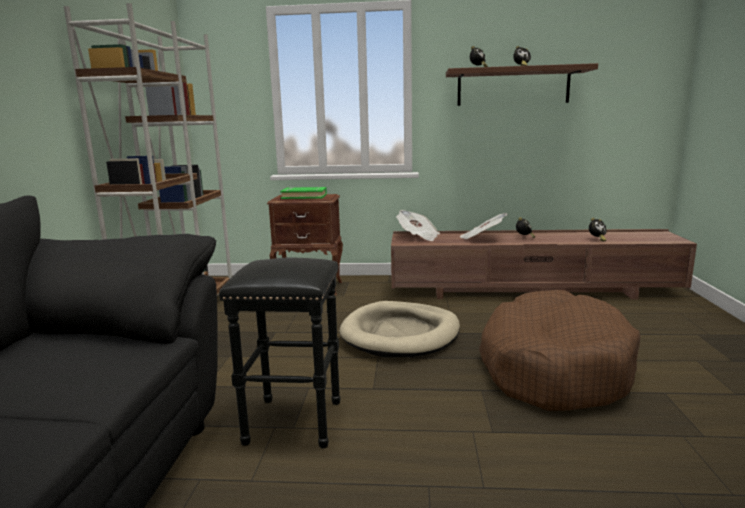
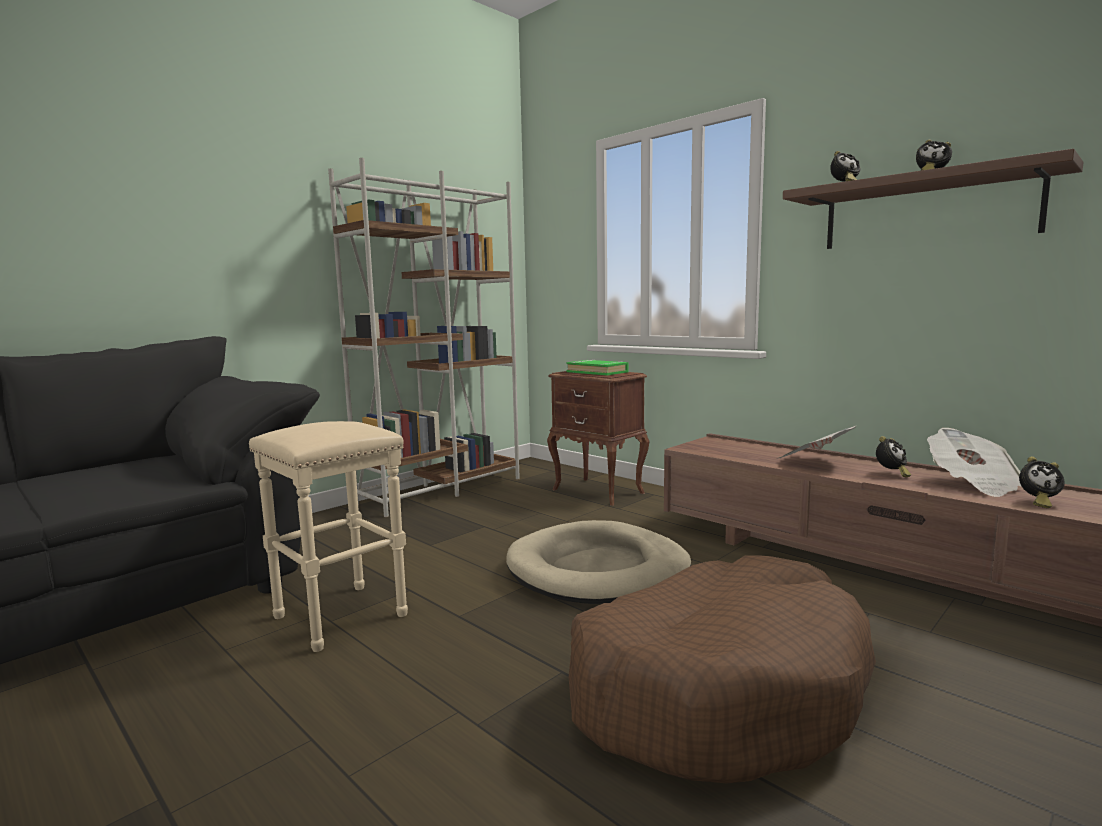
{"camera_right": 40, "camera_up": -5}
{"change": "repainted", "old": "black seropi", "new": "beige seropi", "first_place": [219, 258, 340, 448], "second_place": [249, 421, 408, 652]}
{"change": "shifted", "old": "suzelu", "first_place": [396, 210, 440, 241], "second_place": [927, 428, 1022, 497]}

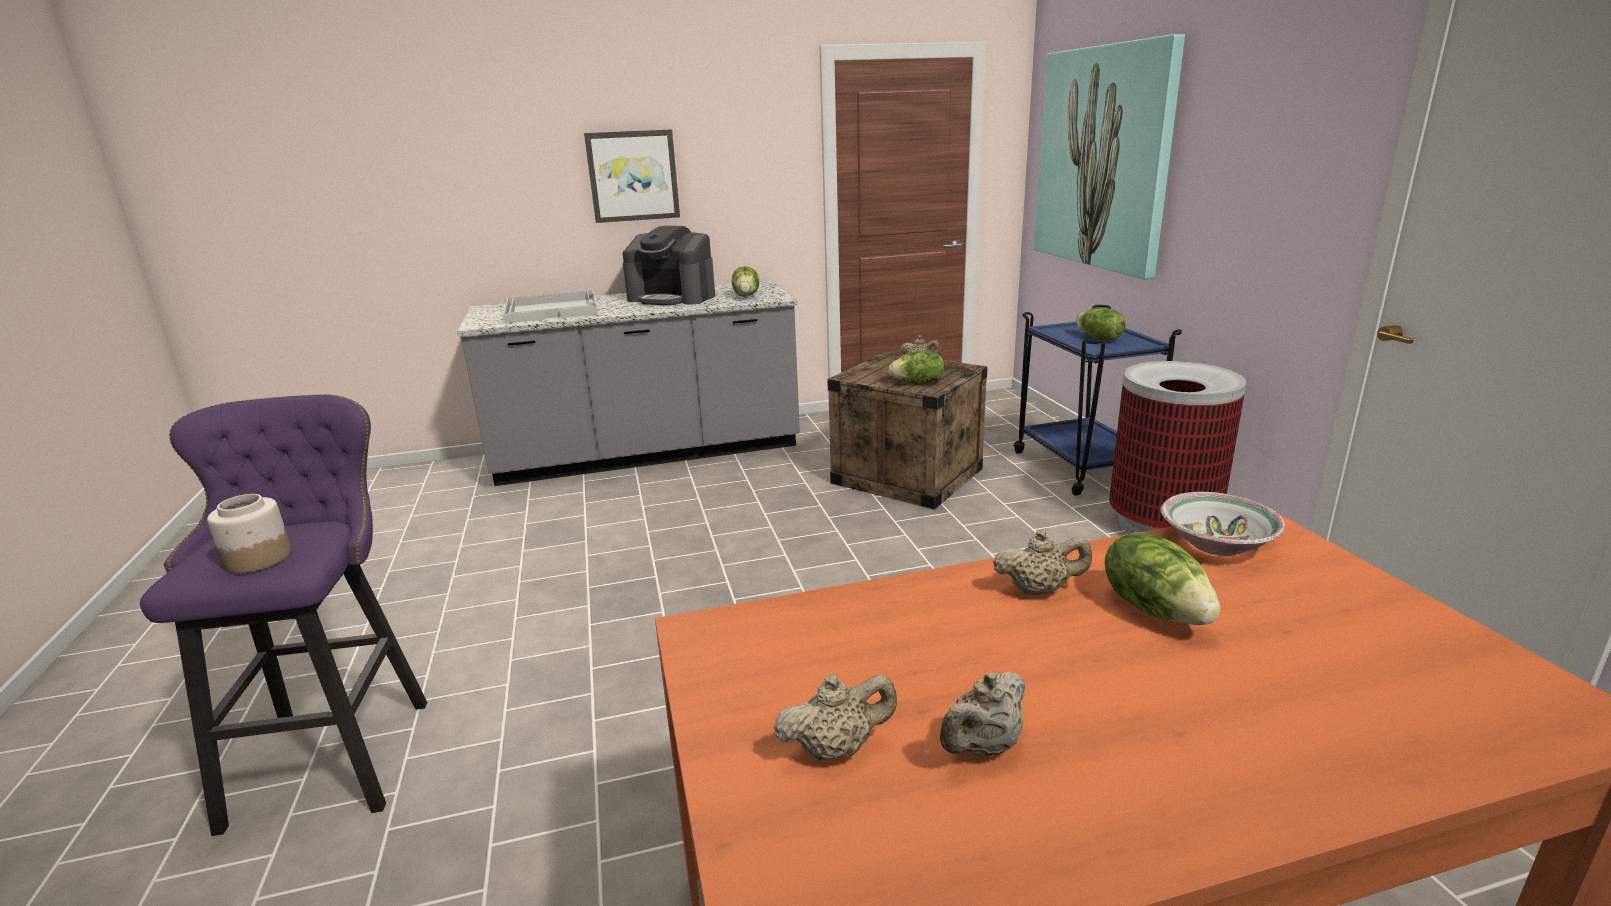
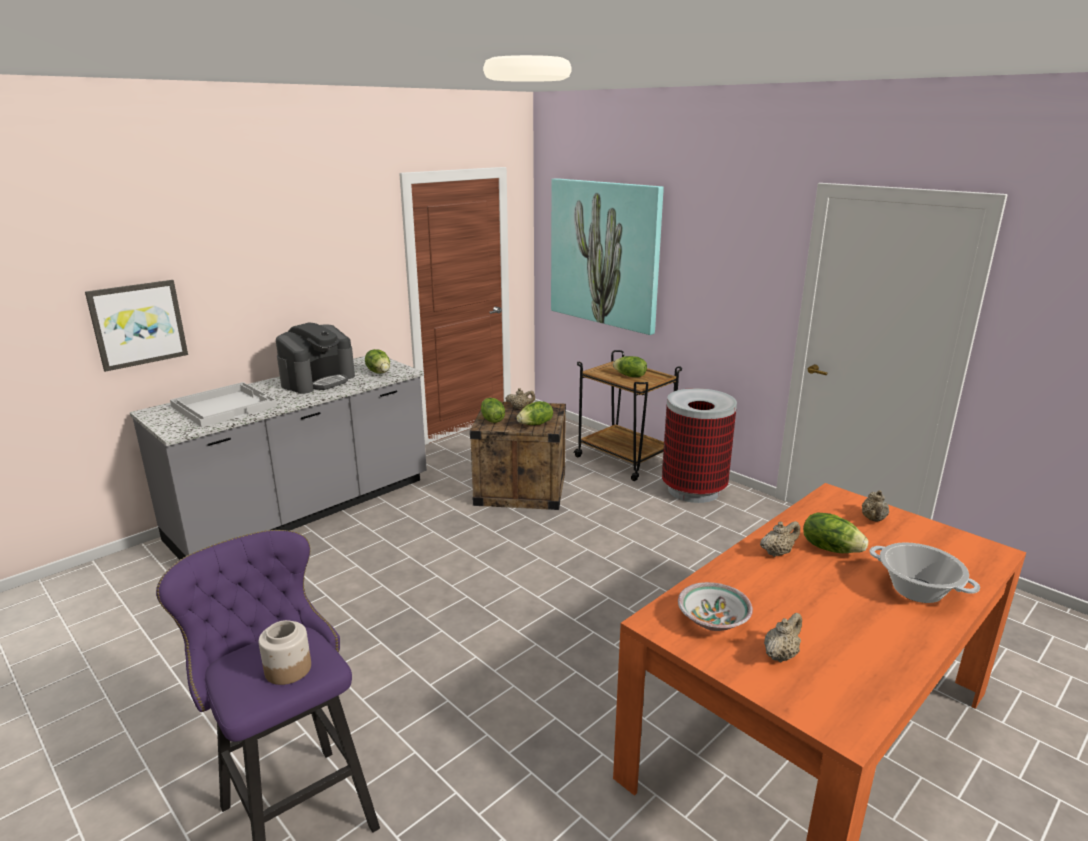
{"camera_right": -30, "camera_up": 0}
{"change": "shifted", "old": "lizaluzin", "first_place": [584, 129, 680, 223], "second_place": [85, 280, 188, 372]}
{"change": "rotated", "old": "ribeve", "first_place": [623, 226, 715, 305], "second_place": [276, 322, 355, 394], "degrees": -45}
{"change": "new", "new": "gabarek", "second_place": [481, 398, 505, 423]}
{"change": "repainted", "old": "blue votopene", "new": "brown votopene", "first_place": [1013, 305, 1182, 495], "second_place": [573, 350, 682, 481]}
{"change": "shifted", "old": "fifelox", "first_place": [1160, 492, 1285, 556], "second_place": [678, 582, 753, 631]}
{"change": "shifted", "old": "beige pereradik", "first_place": [940, 672, 1025, 756], "second_place": [862, 490, 889, 522]}
{"change": "new", "new": "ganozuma", "second_place": [870, 542, 980, 603]}

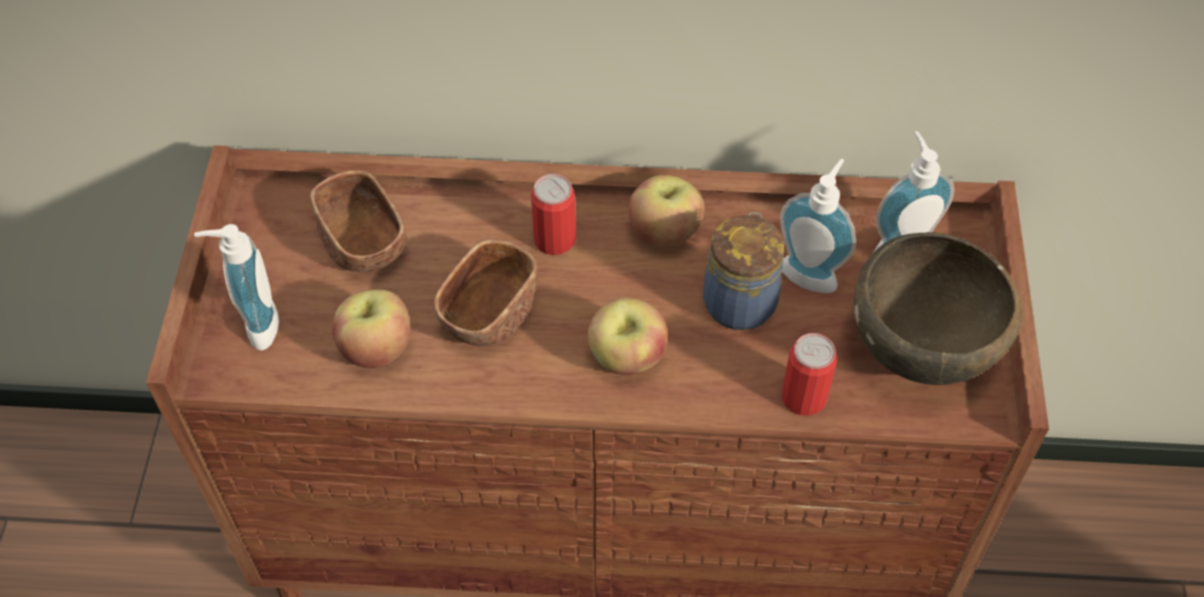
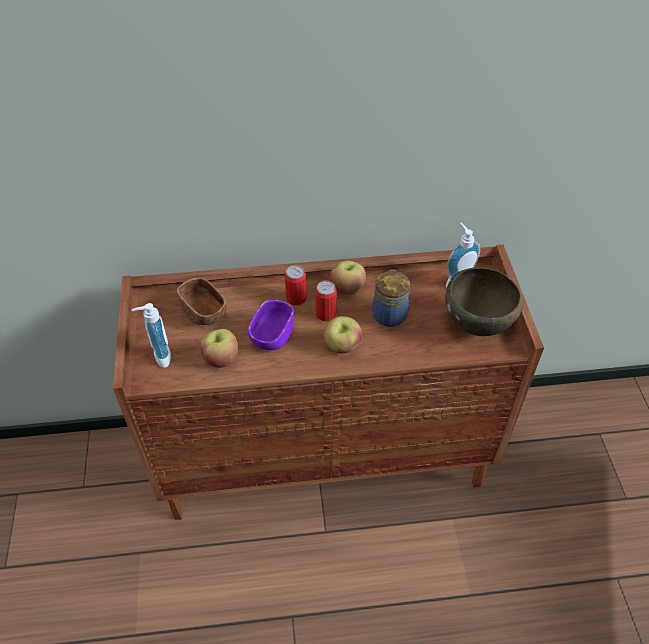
{"camera_right": -10, "camera_up": -5}
{"change": "repainted", "old": "brown fifelox", "new": "purple fifelox", "first_place": [434, 240, 537, 346], "second_place": [248, 300, 294, 350]}
{"change": "shifted", "old": "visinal", "first_place": [782, 333, 837, 416], "second_place": [315, 281, 337, 321]}
{"change": "gone", "old": "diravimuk", "first_place": [780, 159, 856, 293]}

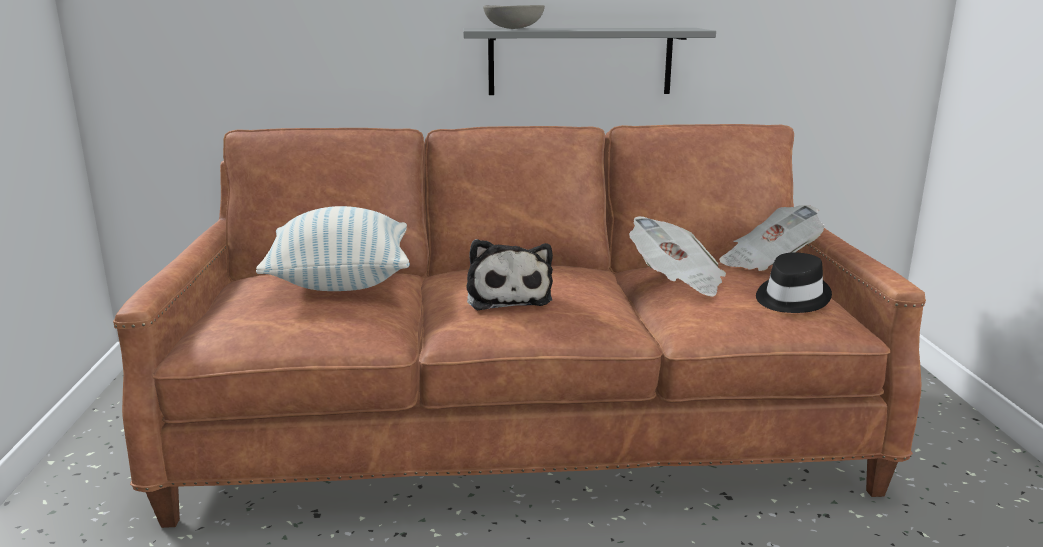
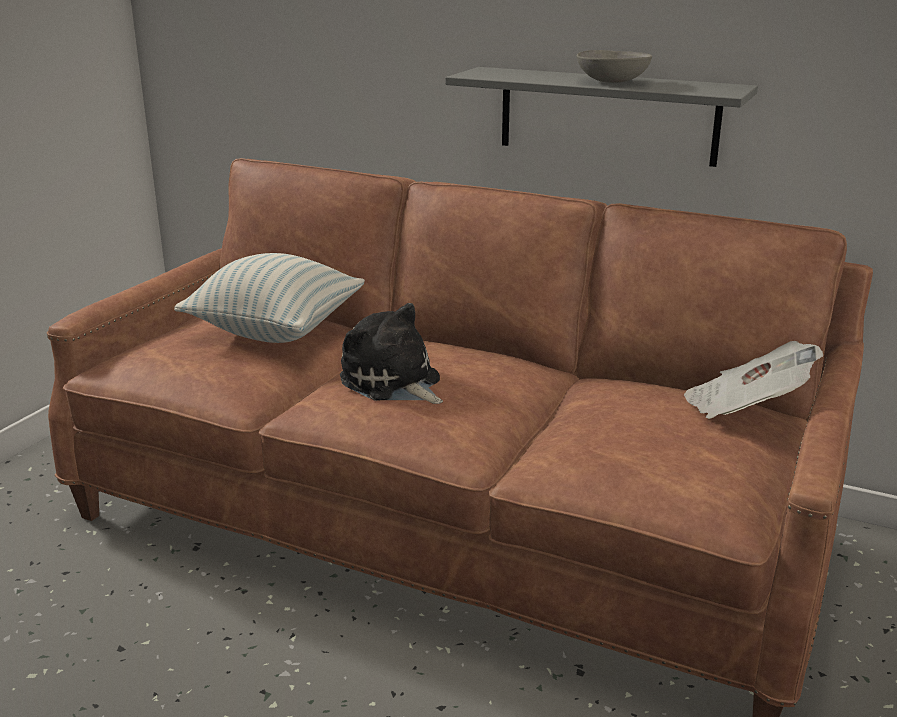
{"camera_right": 30, "camera_up": 5}
{"change": "rotated", "old": "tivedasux", "first_place": [466, 239, 553, 310], "second_place": [340, 303, 443, 404], "degrees": 120}
{"change": "shifted", "old": "grey fifelox", "first_place": [483, 5, 545, 29], "second_place": [577, 50, 652, 83]}
{"change": "gone", "old": "suzelu", "first_place": [629, 216, 726, 297]}
{"change": "gone", "old": "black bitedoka", "first_place": [756, 252, 832, 313]}

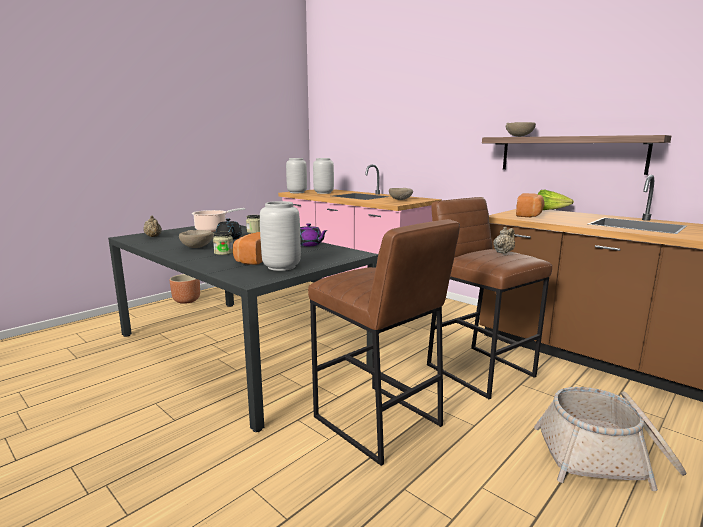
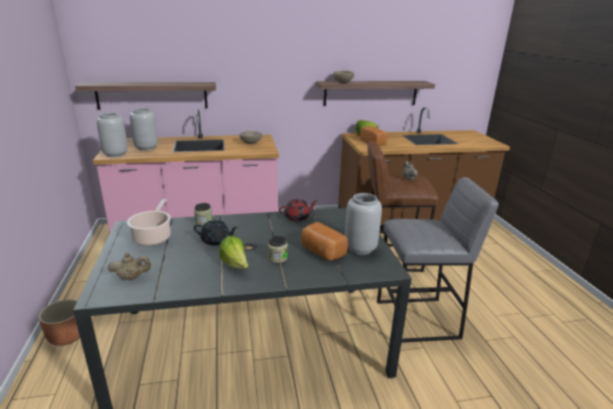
{"camera_right": -55, "camera_up": 10}
{"change": "new", "new": "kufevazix", "second_place": [75, 82, 216, 110]}
{"change": "swapped", "old": "beige fifelox", "new": "gabarek", "first_place": [179, 230, 214, 248], "second_place": [219, 236, 248, 269]}
{"change": "repainted", "old": "purple pereradik", "new": "red pereradik", "first_place": [300, 223, 328, 246], "second_place": [279, 199, 318, 221]}
{"change": "repainted", "old": "brown seropi", "new": "grey seropi", "first_place": [308, 219, 460, 466], "second_place": [377, 177, 499, 343]}
{"change": "gone", "old": "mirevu", "first_place": [534, 387, 686, 491]}

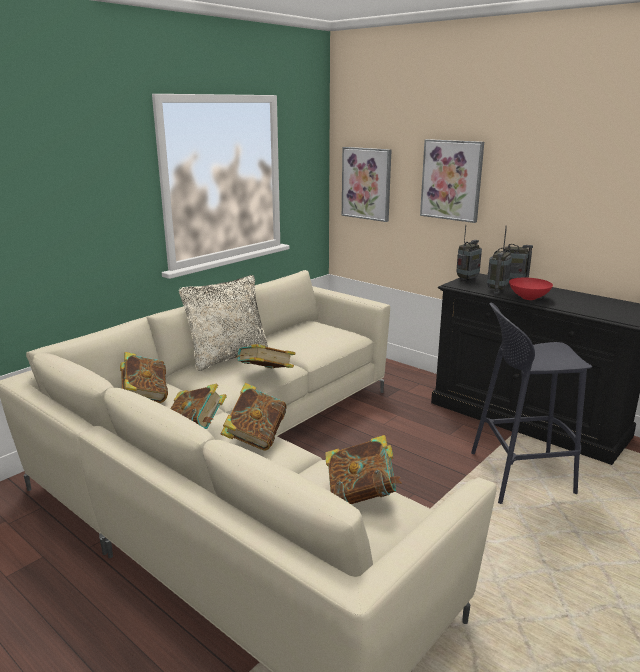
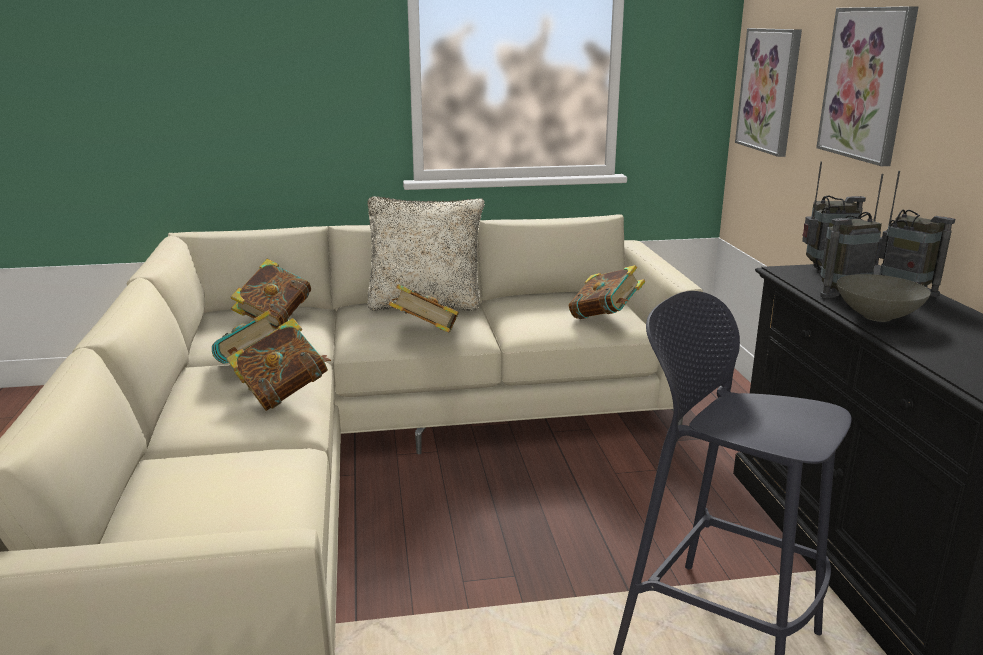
{"camera_right": 40, "camera_up": 0}
{"change": "shifted", "old": "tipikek", "first_place": [325, 435, 402, 505], "second_place": [569, 265, 645, 319]}
{"change": "repainted", "old": "red fifelox", "new": "grey fifelox", "first_place": [509, 278, 553, 300], "second_place": [837, 274, 931, 322]}

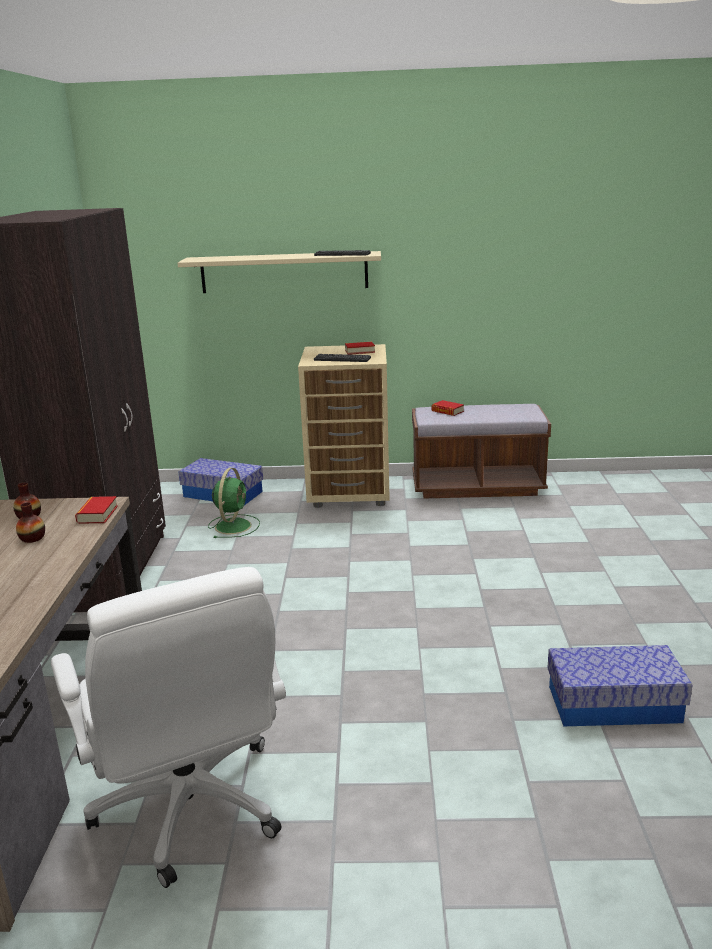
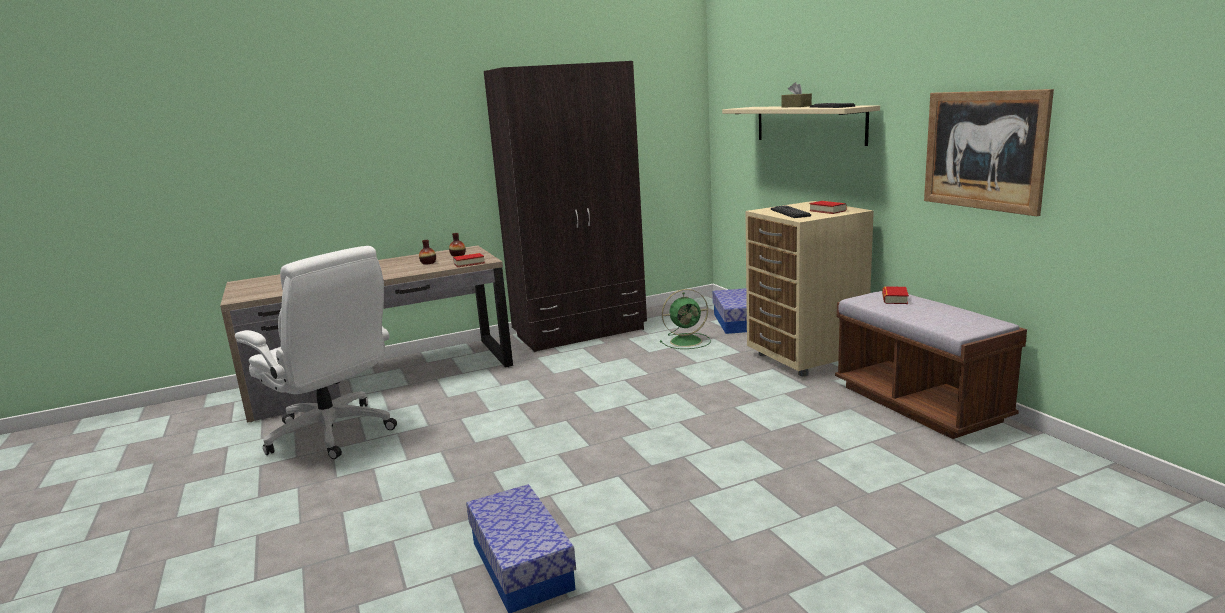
{"camera_right": 65, "camera_up": -5}
{"change": "rotated", "old": "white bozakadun", "first_place": [51, 567, 286, 888], "second_place": [235, 246, 397, 459], "degrees": -90}
{"change": "new", "new": "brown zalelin", "second_place": [782, 82, 812, 107]}
{"change": "new", "new": "lizaluzin", "second_place": [924, 89, 1054, 216]}

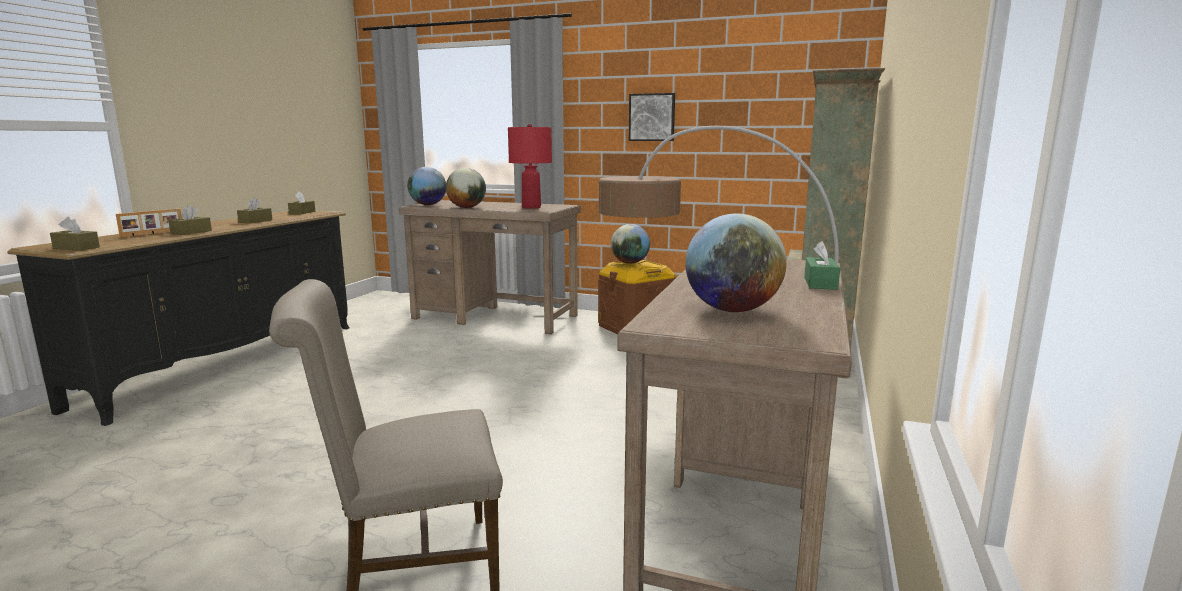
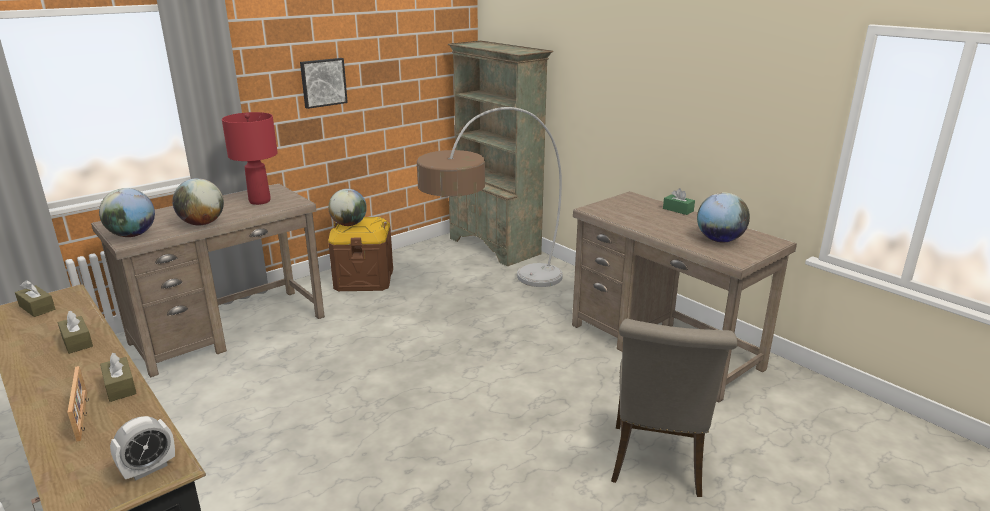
{"camera_right": -60, "camera_up": 10}
{"change": "swapped", "old": "brown zalelin", "new": "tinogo", "first_place": [50, 217, 100, 251], "second_place": [110, 416, 175, 481]}

